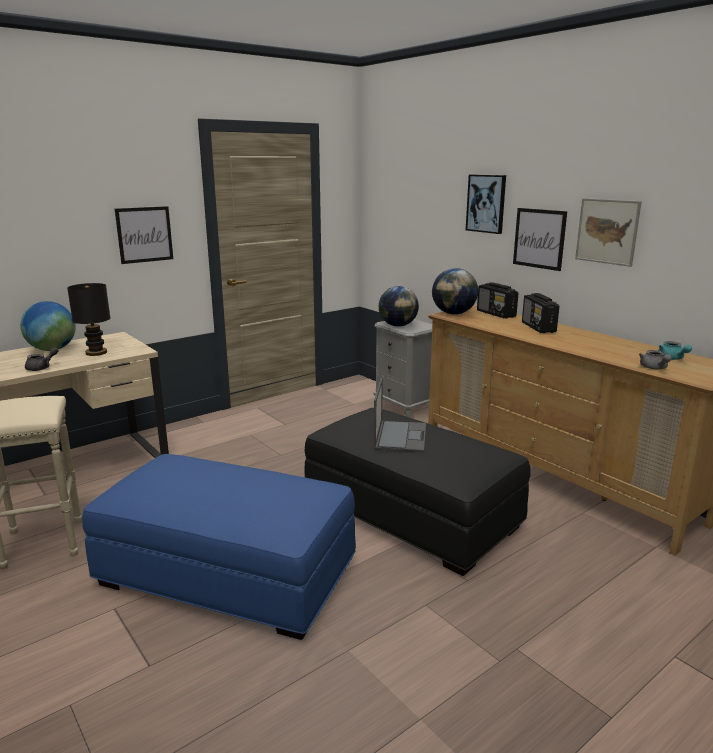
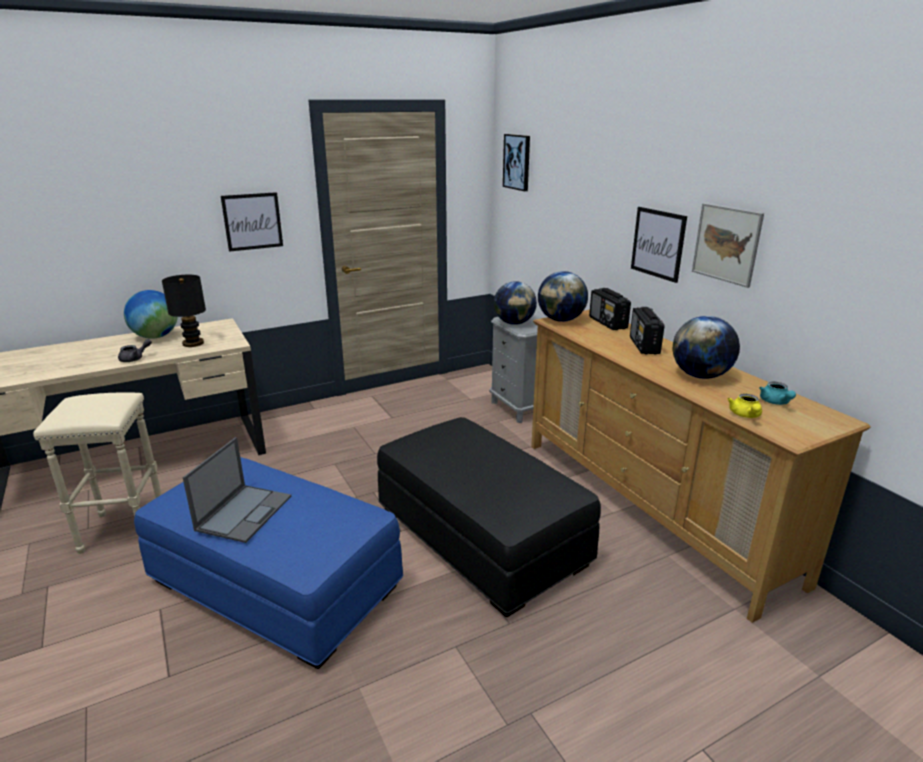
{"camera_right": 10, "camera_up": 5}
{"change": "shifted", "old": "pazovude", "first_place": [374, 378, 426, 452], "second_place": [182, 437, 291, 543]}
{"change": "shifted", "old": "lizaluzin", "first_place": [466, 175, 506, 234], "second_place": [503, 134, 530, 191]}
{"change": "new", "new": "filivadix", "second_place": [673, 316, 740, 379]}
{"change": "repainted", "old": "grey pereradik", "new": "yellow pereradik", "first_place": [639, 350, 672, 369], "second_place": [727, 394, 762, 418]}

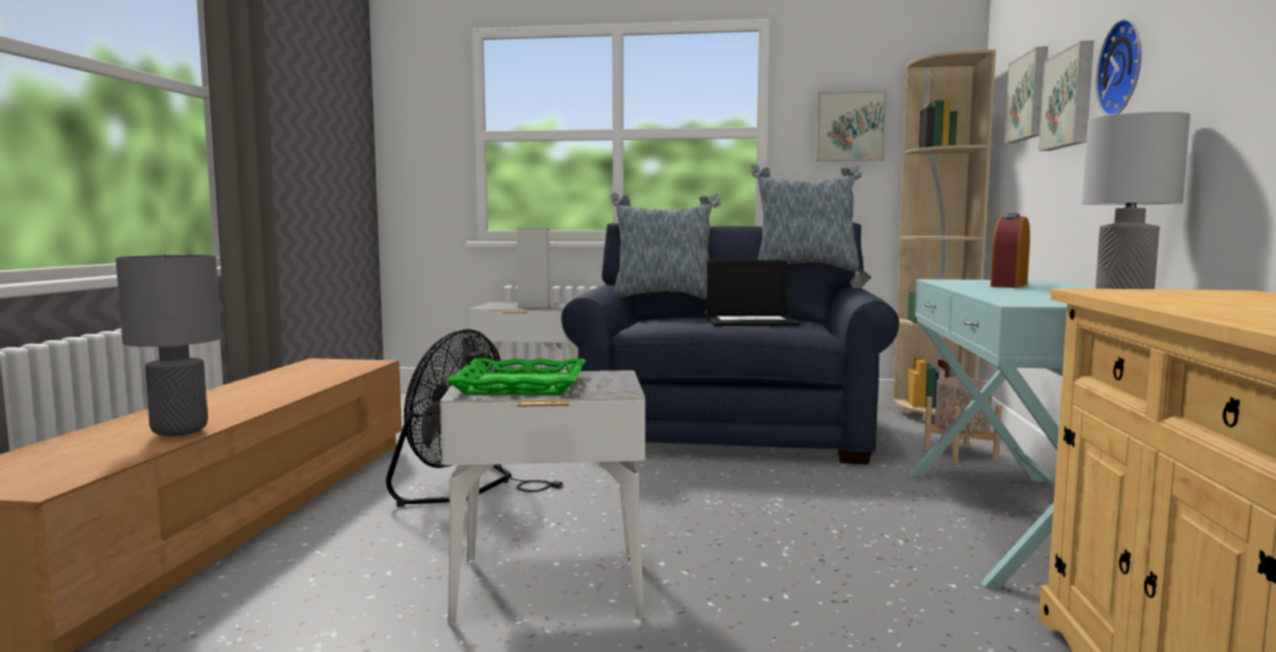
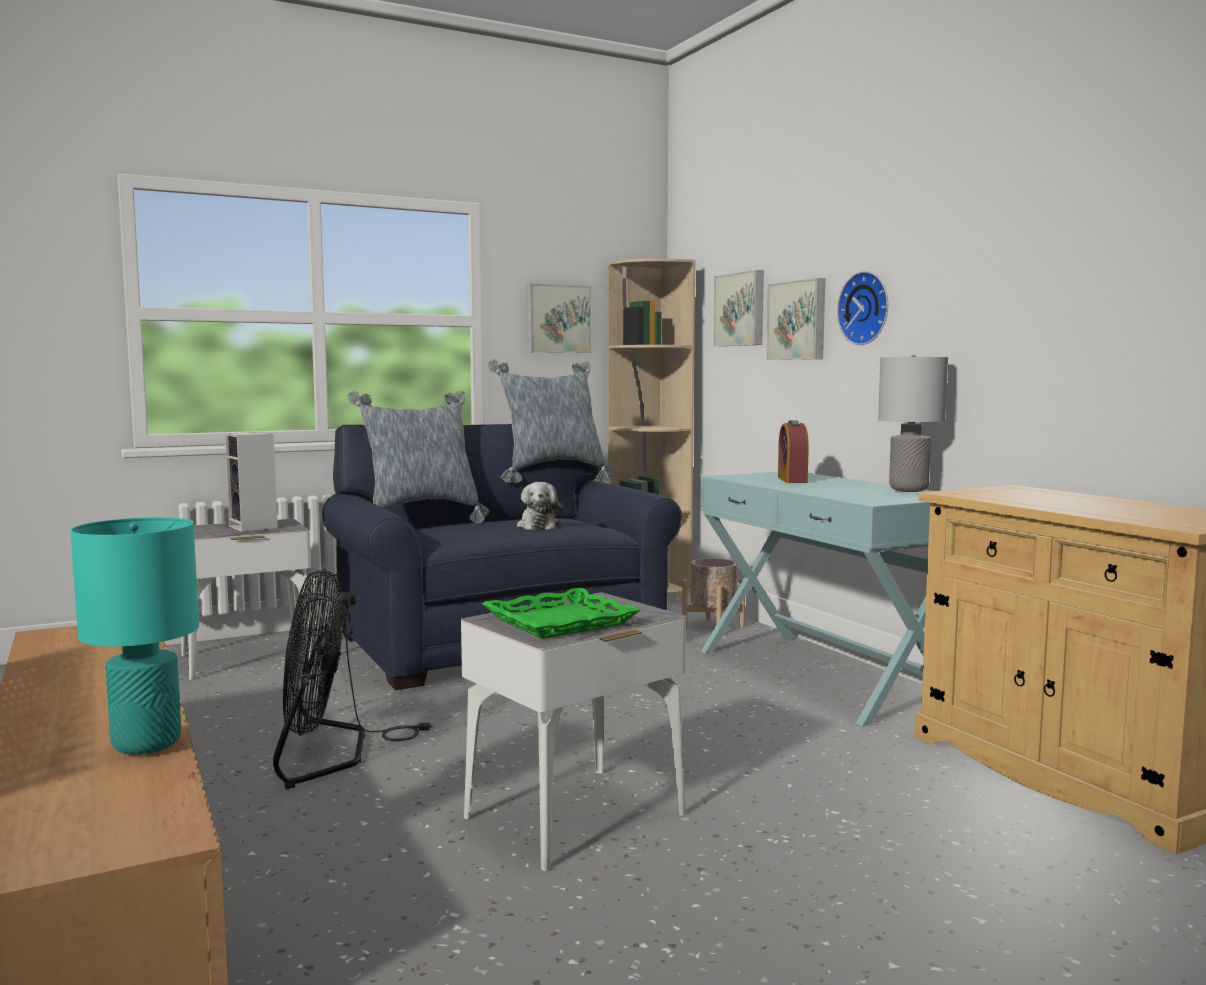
{"camera_right": -35, "camera_up": 0}
{"change": "repainted", "old": "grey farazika", "new": "turquoise farazika", "first_place": [116, 254, 221, 436], "second_place": [70, 517, 199, 755]}
{"change": "swapped", "old": "pazovude", "new": "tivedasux", "first_place": [706, 260, 800, 326], "second_place": [517, 482, 563, 530]}

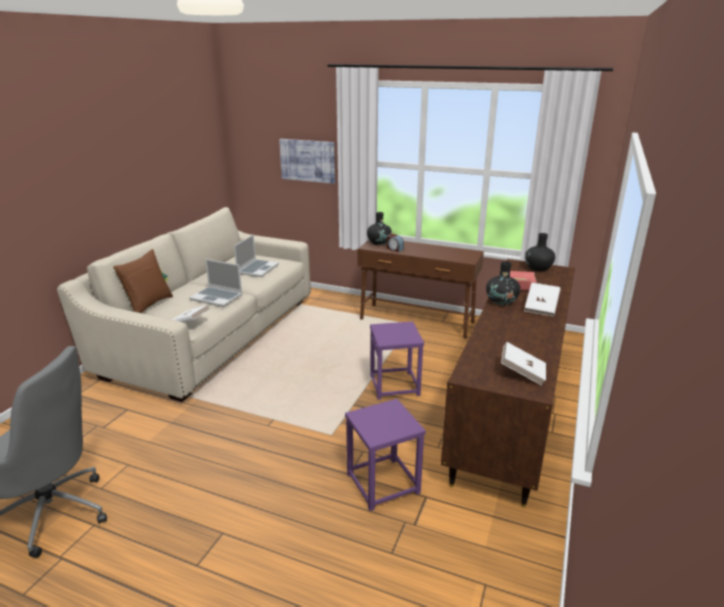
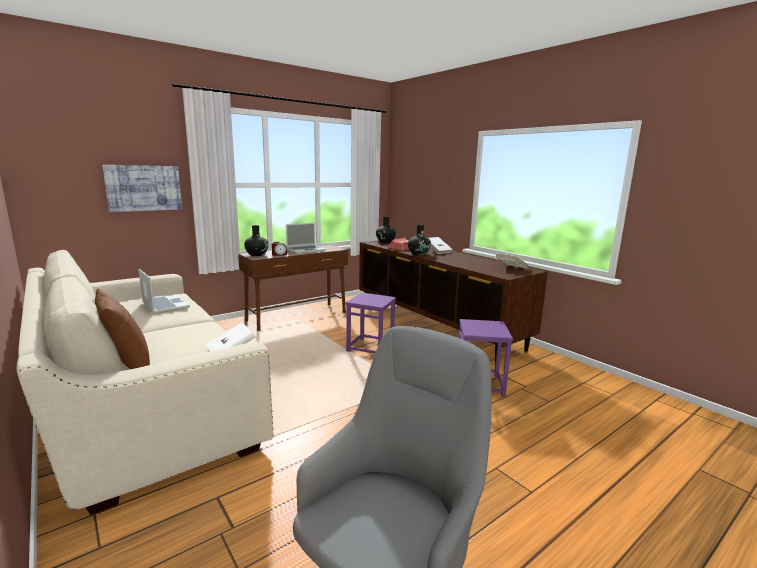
{"camera_right": -60, "camera_up": -10}
{"change": "shifted", "old": "pazovude", "first_place": [189, 259, 242, 307], "second_place": [286, 223, 326, 254]}

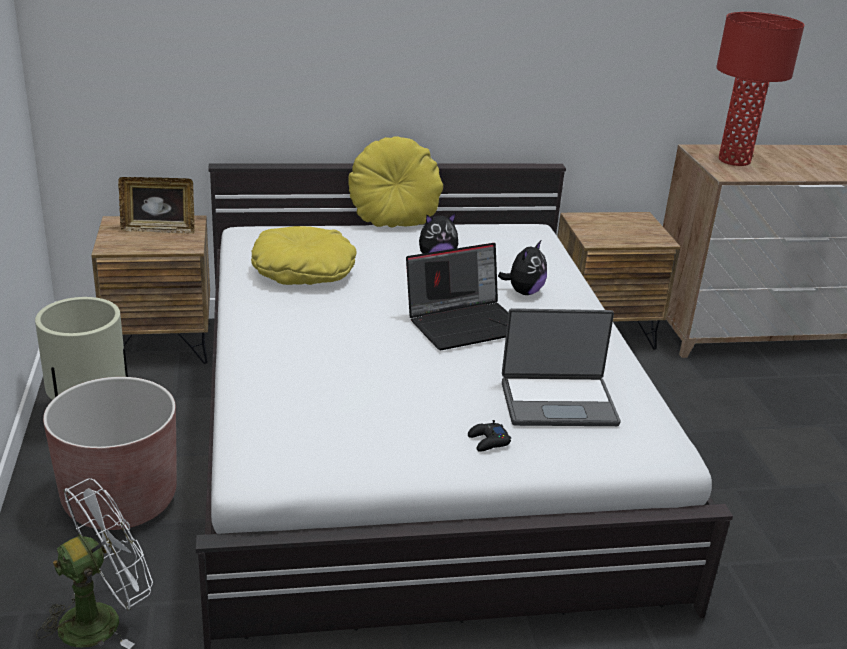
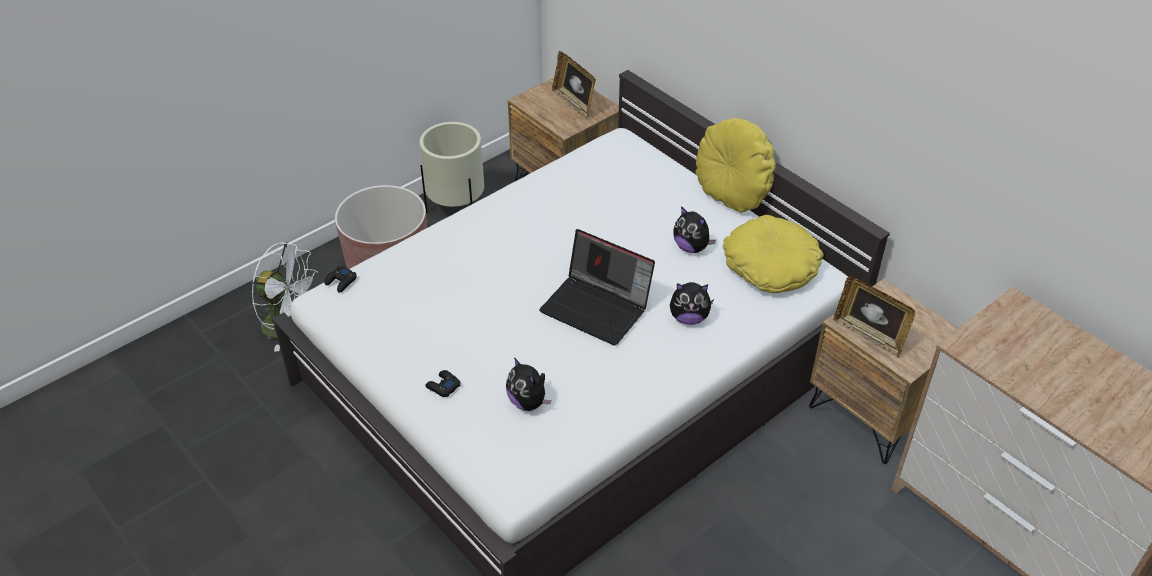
{"camera_right": 60, "camera_up": 15}
{"change": "new", "new": "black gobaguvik", "second_place": [324, 266, 357, 293]}
{"change": "swapped", "old": "pazovude", "new": "tivedasux", "first_place": [502, 308, 621, 426], "second_place": [506, 357, 551, 411]}
{"change": "shifted", "old": "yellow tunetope", "first_place": [251, 226, 356, 285], "second_place": [723, 215, 824, 293]}
{"change": "new", "new": "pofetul", "second_place": [834, 276, 915, 358]}
{"change": "gone", "old": "red farazika", "first_place": [716, 12, 804, 166]}

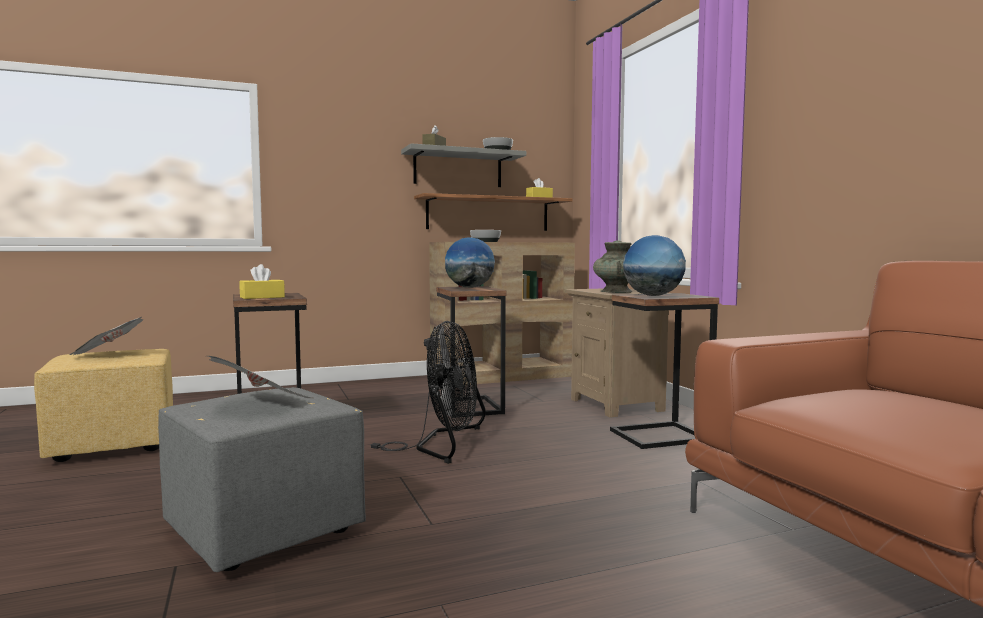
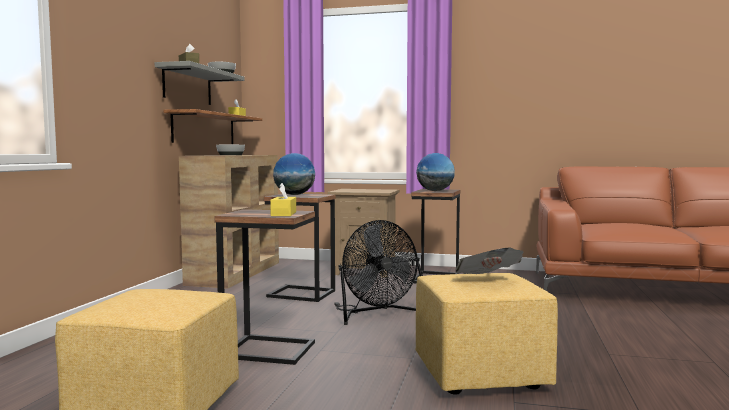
{"camera_right": -55, "camera_up": 0}
{"change": "rotated", "old": "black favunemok", "first_place": [370, 321, 486, 464], "second_place": [335, 220, 423, 325], "degrees": 105}
{"change": "repainted", "old": "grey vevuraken", "new": "yellow vevuraken", "first_place": [158, 387, 366, 572], "second_place": [416, 273, 558, 395]}
{"change": "gone", "old": "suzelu", "first_place": [69, 317, 143, 355]}
{"change": "gone", "old": "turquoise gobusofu", "first_place": [593, 240, 632, 293]}

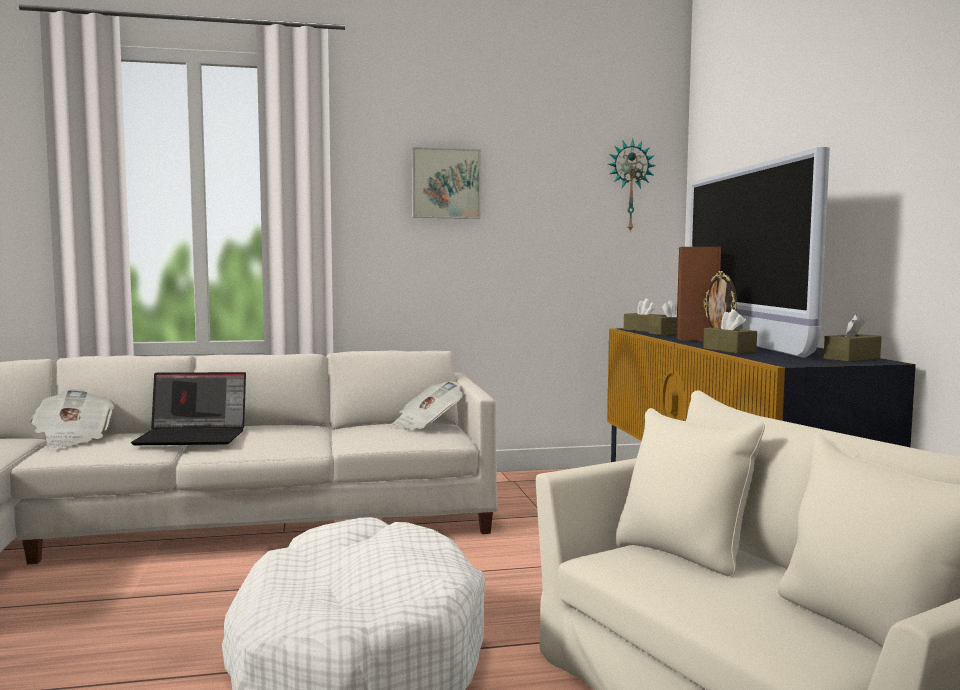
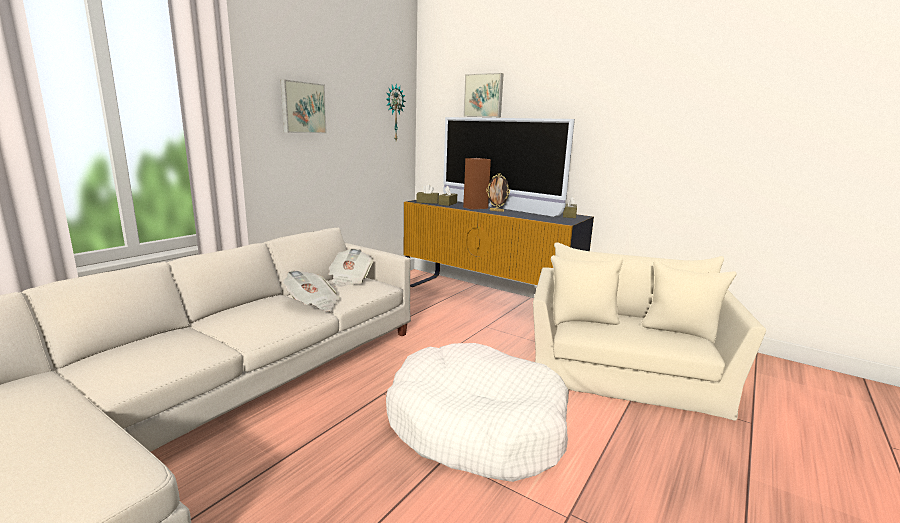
{"camera_right": -45, "camera_up": 10}
{"change": "shifted", "old": "suzelu", "first_place": [30, 389, 114, 448], "second_place": [283, 270, 340, 311]}
{"change": "new", "new": "lizaluzin", "second_place": [463, 73, 504, 117]}
{"change": "gone", "old": "pazovude", "first_place": [131, 372, 246, 445]}
{"change": "gone", "old": "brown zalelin", "first_place": [703, 309, 757, 354]}

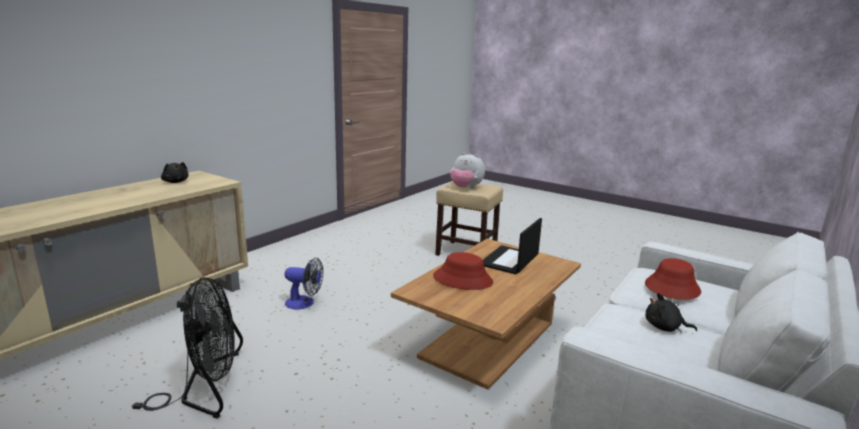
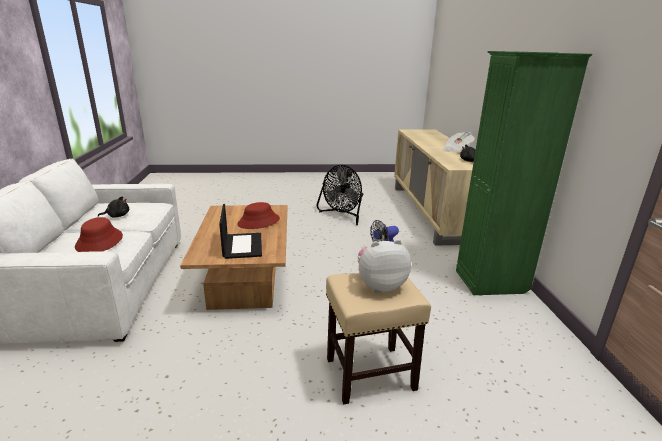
{"camera_right": 140, "camera_up": 5}
{"change": "new", "new": "suzelu", "second_place": [442, 132, 475, 152]}
{"change": "new", "new": "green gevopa", "second_place": [456, 51, 592, 296]}

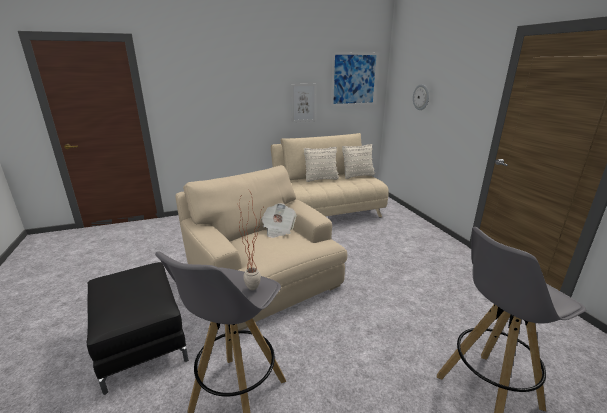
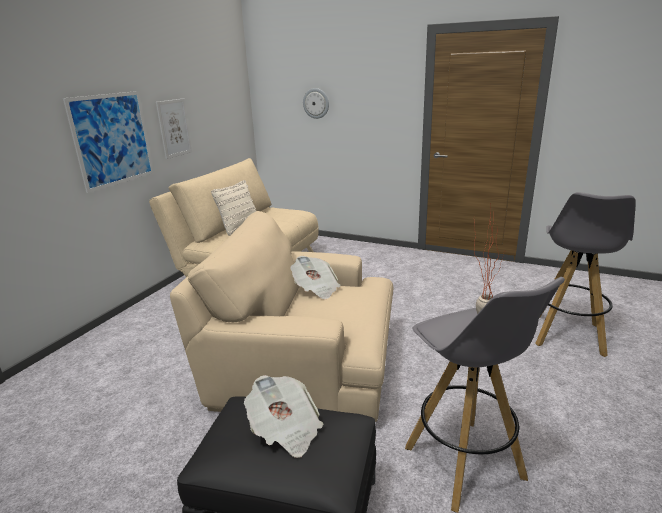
{"camera_right": -45, "camera_up": 0}
{"change": "shifted", "old": "lizaluzin", "first_place": [331, 52, 378, 106], "second_place": [63, 91, 154, 193]}
{"change": "new", "new": "suzelu", "second_place": [244, 375, 323, 458]}
{"change": "gone", "old": "beige tunetope", "first_place": [342, 144, 375, 179]}

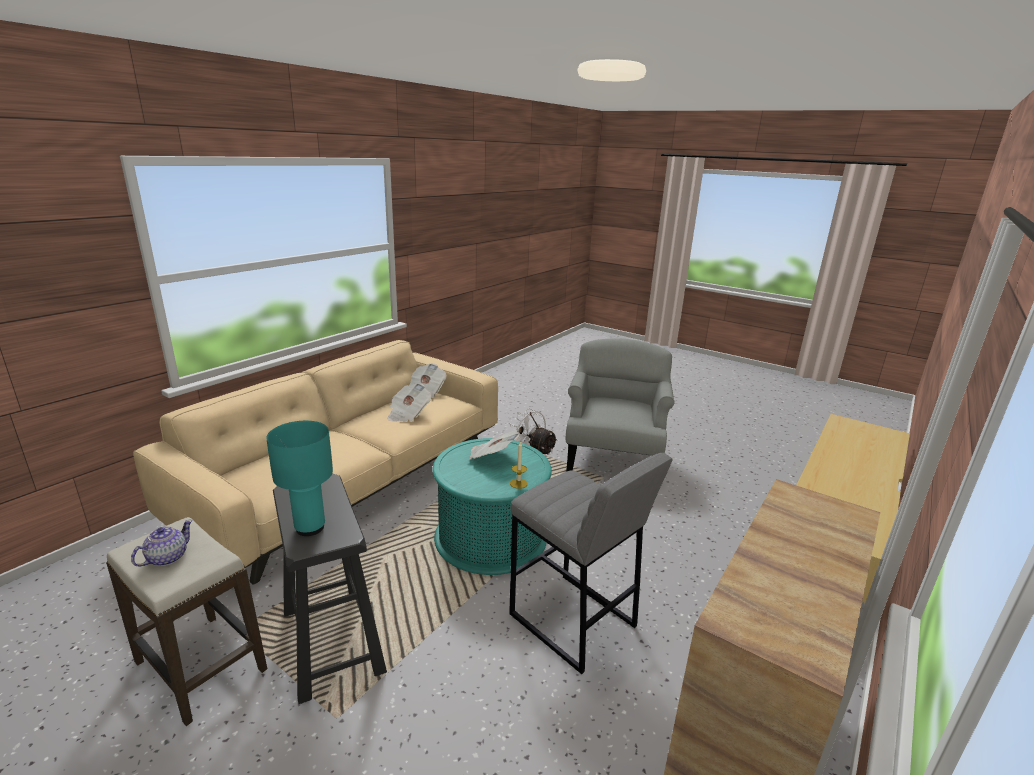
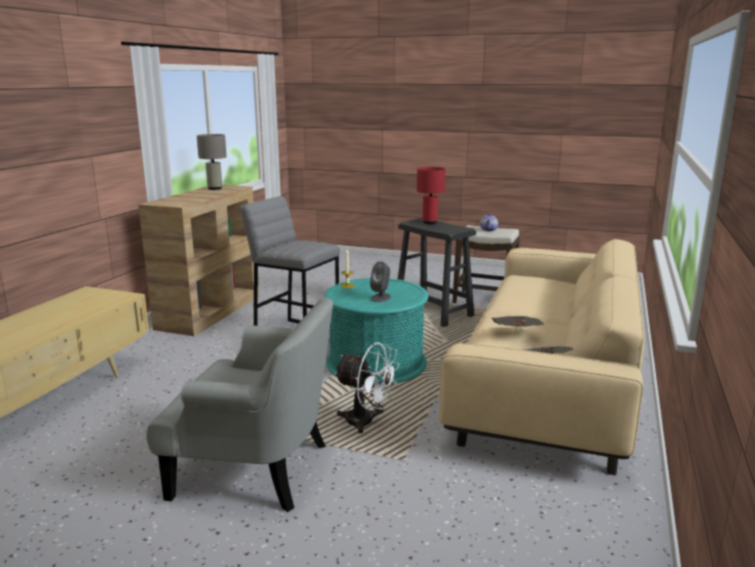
{"camera_right": 165, "camera_up": -5}
{"change": "rotated", "old": "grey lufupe", "first_place": [566, 338, 675, 472], "second_place": [146, 298, 334, 512], "degrees": -75}
{"change": "new", "new": "grey farazika", "second_place": [197, 134, 226, 190]}
{"change": "swapped", "old": "suzelu", "new": "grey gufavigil", "first_place": [469, 430, 520, 460], "second_place": [370, 261, 391, 302]}
{"change": "repainted", "old": "turquoise farazika", "new": "red farazika", "first_place": [267, 421, 333, 536], "second_place": [417, 167, 445, 224]}

